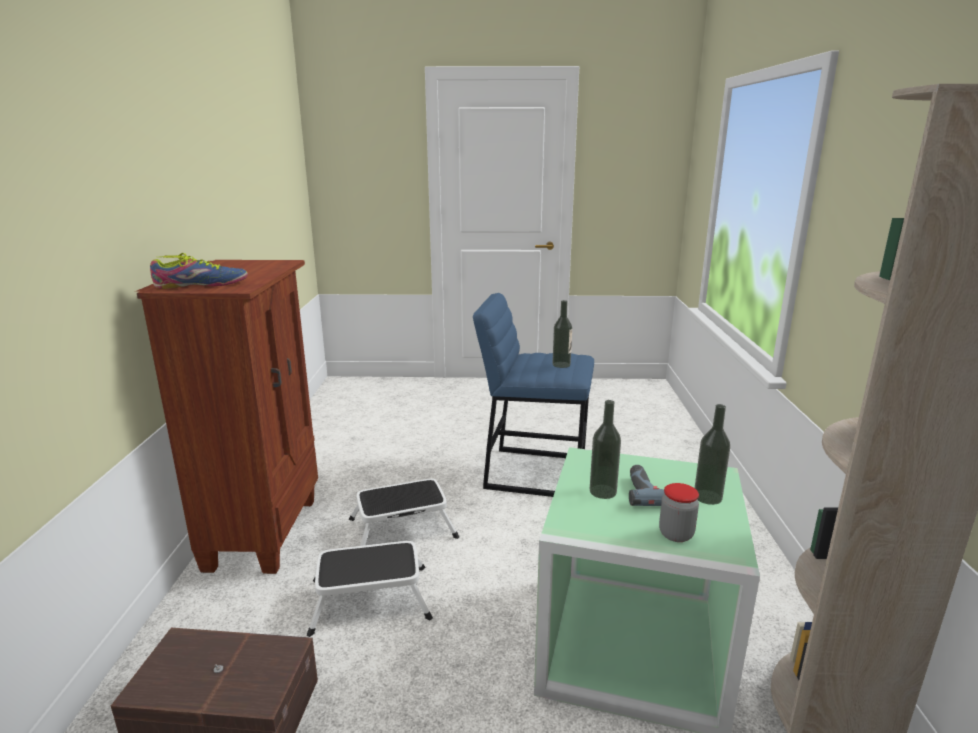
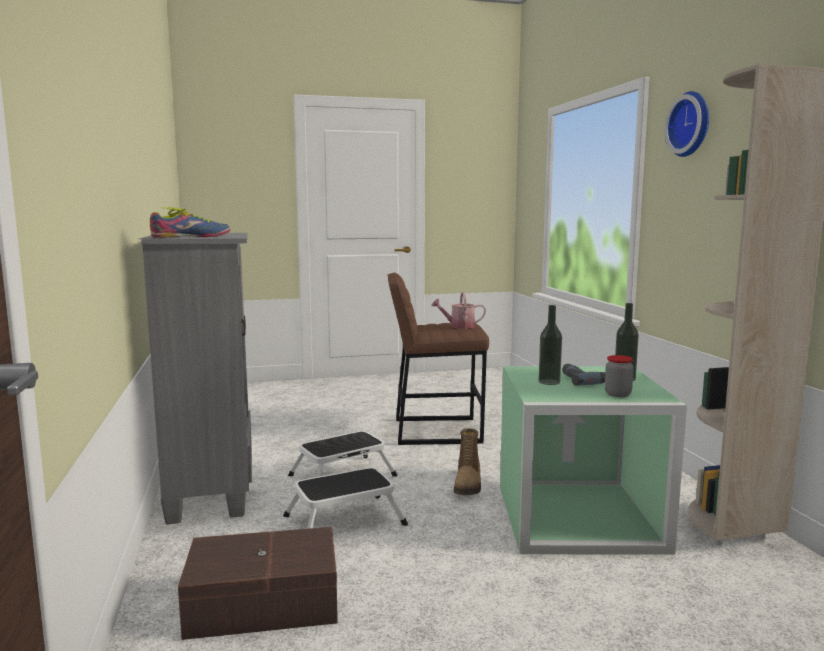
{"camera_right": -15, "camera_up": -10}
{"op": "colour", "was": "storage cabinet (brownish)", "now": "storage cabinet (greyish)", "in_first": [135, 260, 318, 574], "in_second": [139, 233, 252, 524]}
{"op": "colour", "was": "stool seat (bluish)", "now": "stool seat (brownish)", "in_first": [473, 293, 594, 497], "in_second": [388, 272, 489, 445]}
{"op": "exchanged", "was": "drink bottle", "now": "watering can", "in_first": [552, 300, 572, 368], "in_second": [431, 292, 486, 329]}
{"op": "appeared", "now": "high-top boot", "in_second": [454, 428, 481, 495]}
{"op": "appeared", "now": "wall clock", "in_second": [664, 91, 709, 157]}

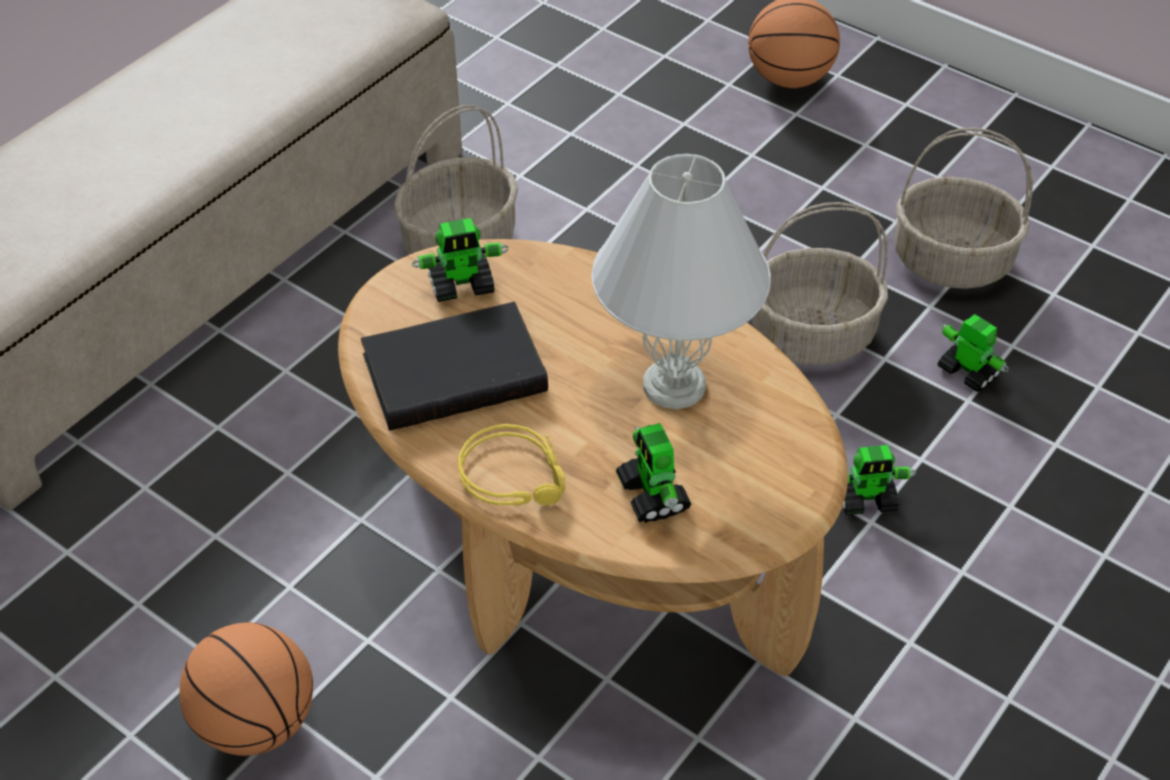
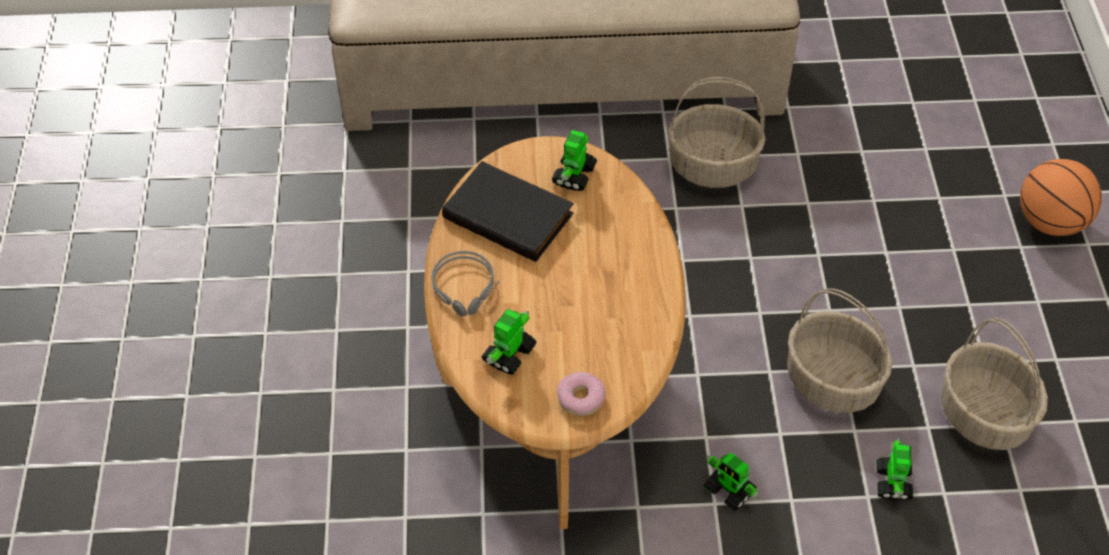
{"camera_right": 50, "camera_up": 5}
{"op": "missing", "was": "ball for basketball", "in_first": [179, 622, 313, 756]}
{"op": "spun", "was": "toy robot", "in_first": [412, 218, 509, 302], "in_second": [551, 130, 597, 191], "clockwise": 75}
{"op": "colour", "was": "headphones (yellow)", "now": "headphones (greyish)", "in_first": [458, 424, 566, 506], "in_second": [432, 251, 499, 317]}
{"op": "missing", "was": "table lamp (white)", "in_first": [592, 154, 771, 409]}
{"op": "appeared", "now": "doughnut", "in_second": [557, 372, 606, 416]}

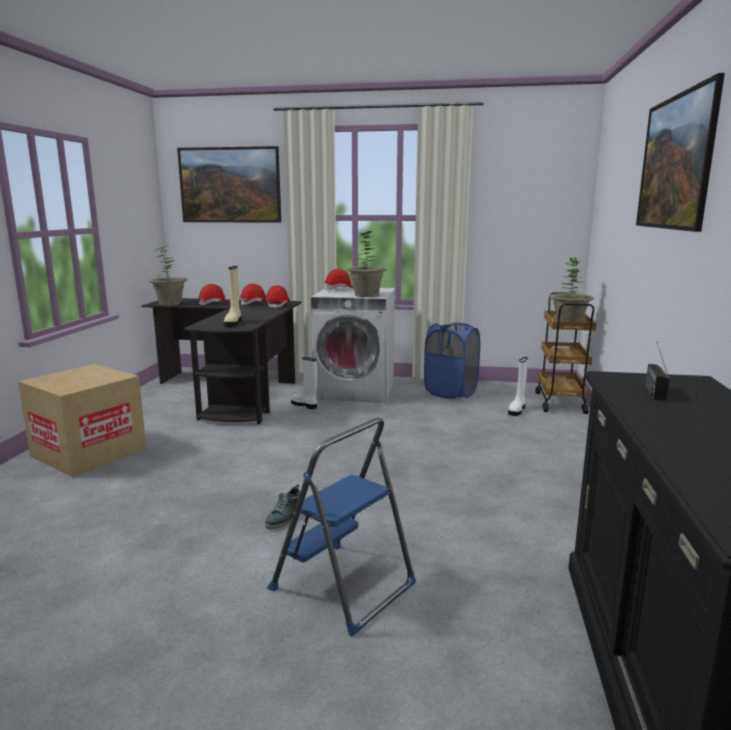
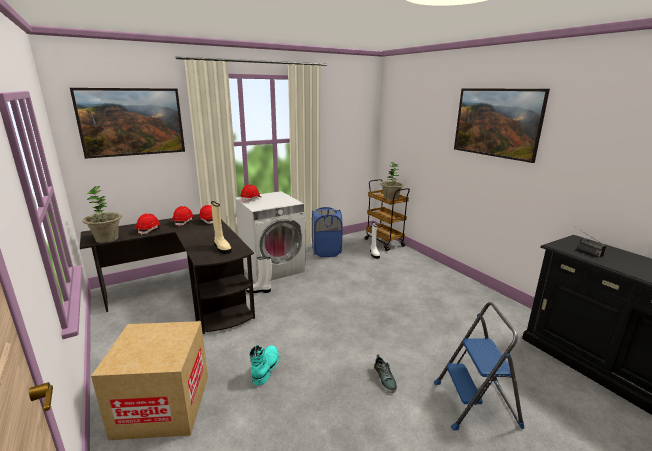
{"camera_right": -40, "camera_up": 5}
{"op": "missing", "was": "plant in a pot", "in_first": [347, 231, 387, 297]}
{"op": "appeared", "now": "high-top boot (turquoise)", "in_second": [249, 345, 279, 385]}

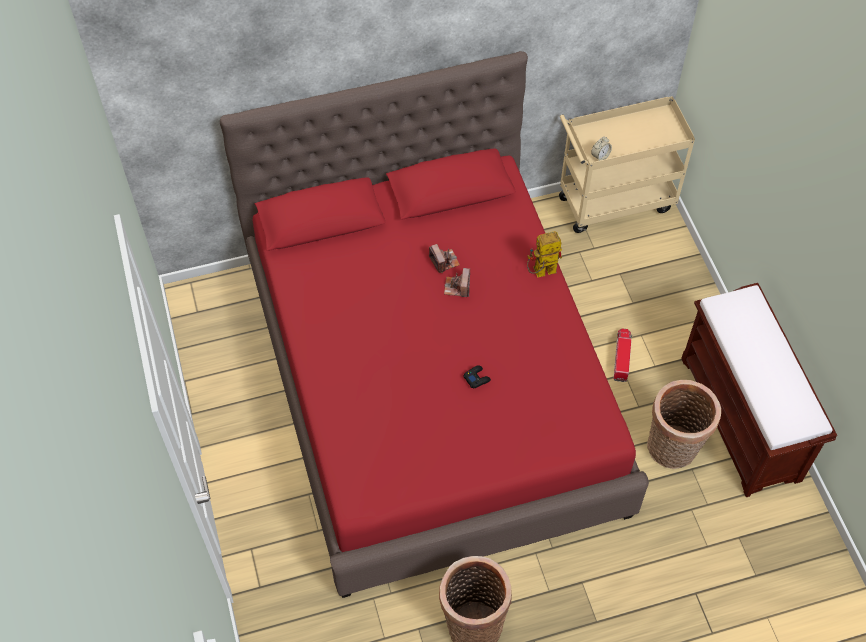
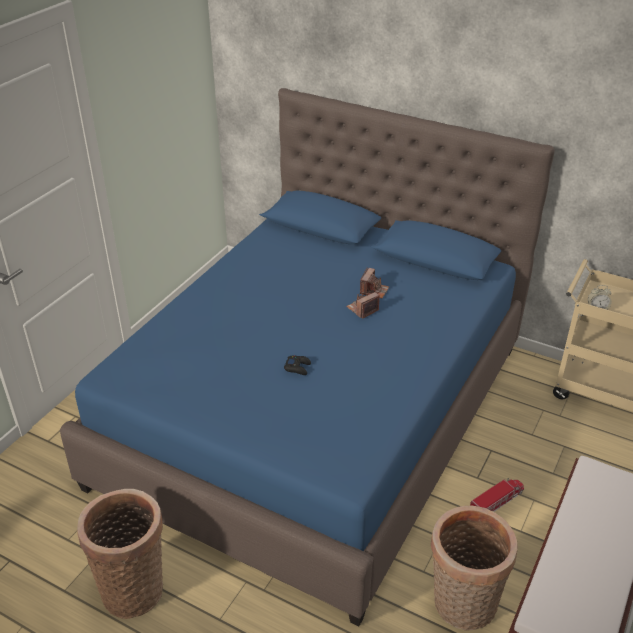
{"camera_right": 45, "camera_up": -20}
{"op": "colour", "was": "bed (red)", "now": "bed (bluish)", "in_first": [220, 51, 649, 598], "in_second": [60, 88, 555, 627]}
{"op": "missing", "was": "toy robot", "in_first": [527, 231, 562, 278]}

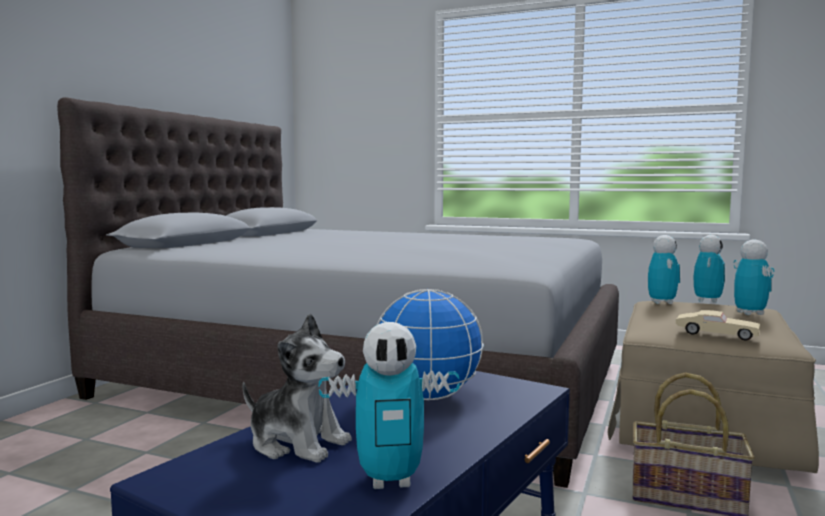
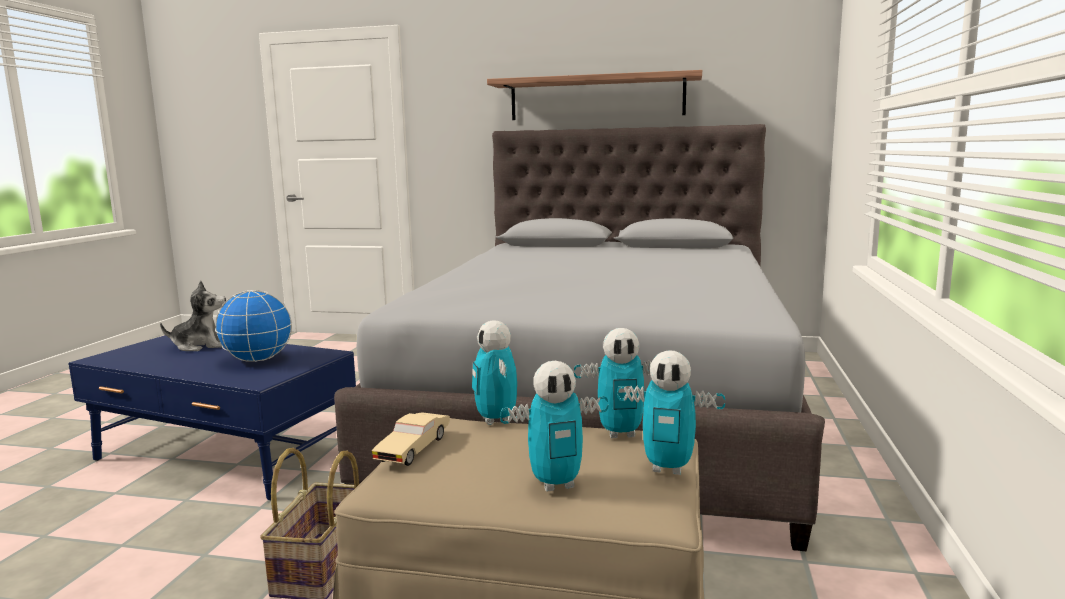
{"camera_right": 80, "camera_up": 5}
{"op": "spun", "was": "soft toy", "in_first": [243, 313, 352, 463], "in_second": [160, 281, 226, 351], "clockwise": -120}
{"op": "relocated", "was": "toy robot", "in_first": [319, 322, 460, 489], "in_second": [472, 320, 517, 425]}
{"op": "appeared", "now": "bracket shelf", "in_second": [487, 70, 702, 120]}

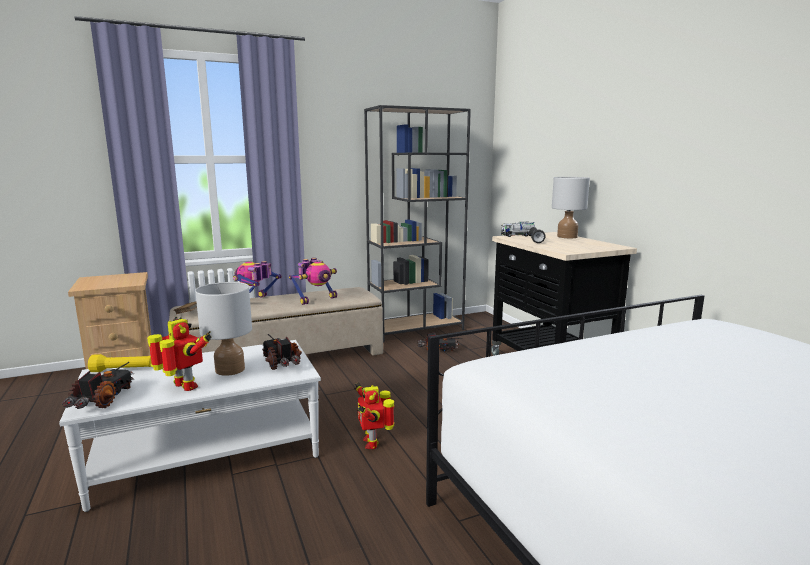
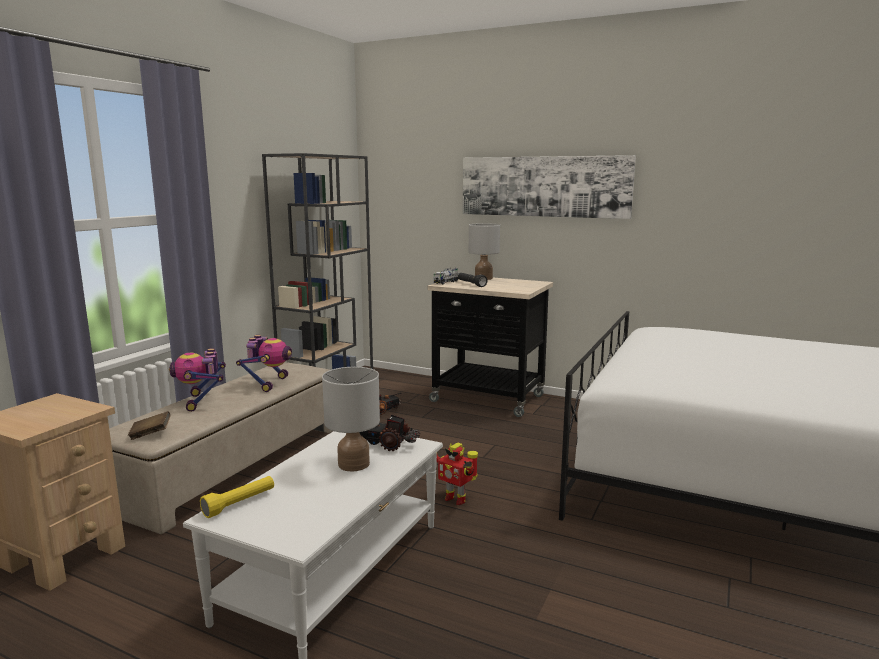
{"camera_right": -40, "camera_up": 0}
{"op": "missing", "was": "model truck", "in_first": [62, 362, 134, 409]}
{"op": "missing", "was": "toy robot", "in_first": [147, 316, 212, 391]}
{"op": "appeared", "now": "wall picture", "in_second": [463, 155, 636, 219]}

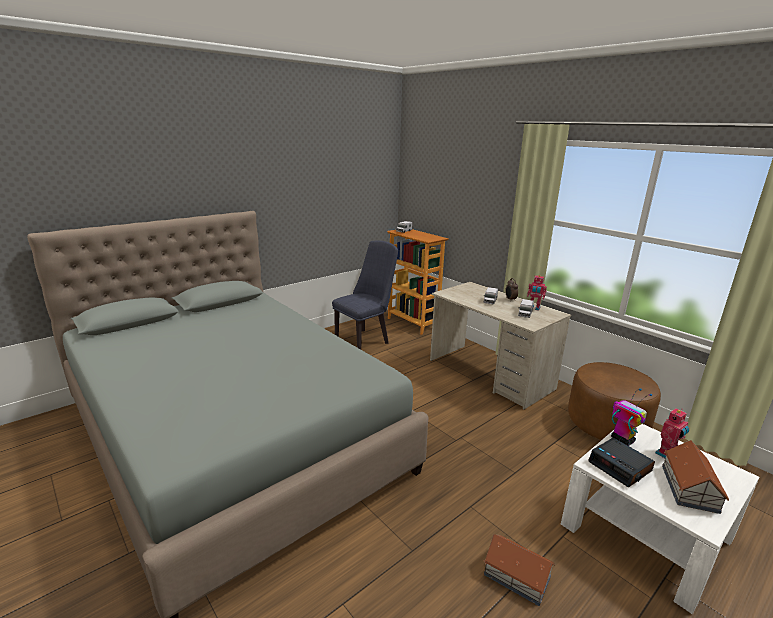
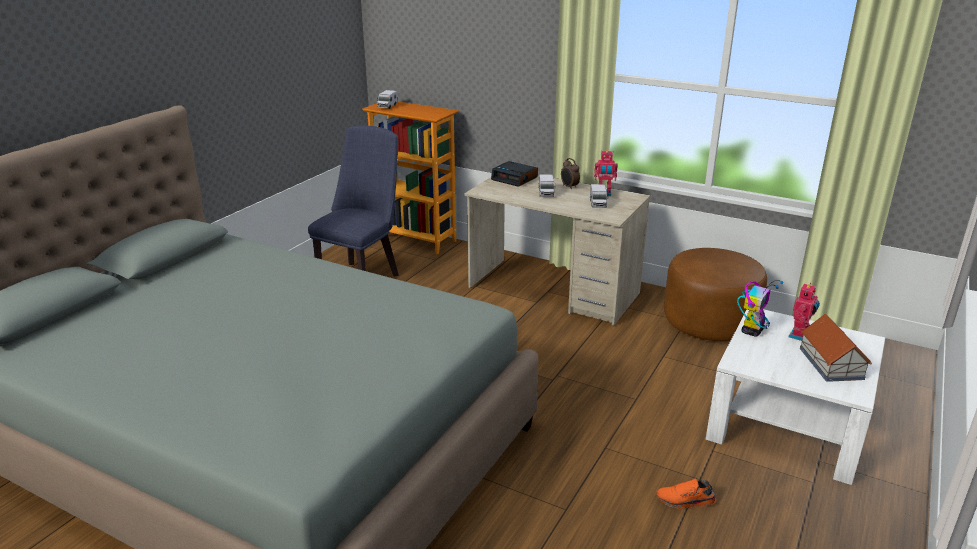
{"camera_right": -20, "camera_up": 5}
{"op": "exchanged", "was": "miniature house", "now": "item of footwear (orange-coloured)", "in_first": [483, 534, 555, 606], "in_second": [656, 478, 716, 509]}
{"op": "relocated", "was": "alarm clock", "in_first": [588, 437, 655, 487], "in_second": [491, 161, 538, 187]}
{"op": "spun", "was": "toy robot", "in_first": [611, 388, 652, 446], "in_second": [737, 280, 784, 336], "clockwise": 90}

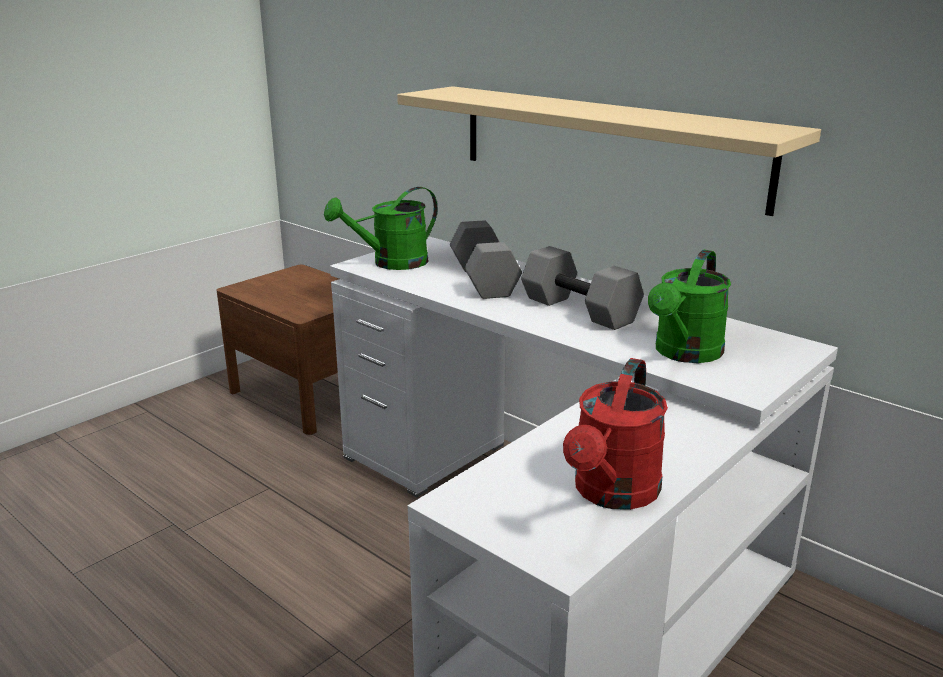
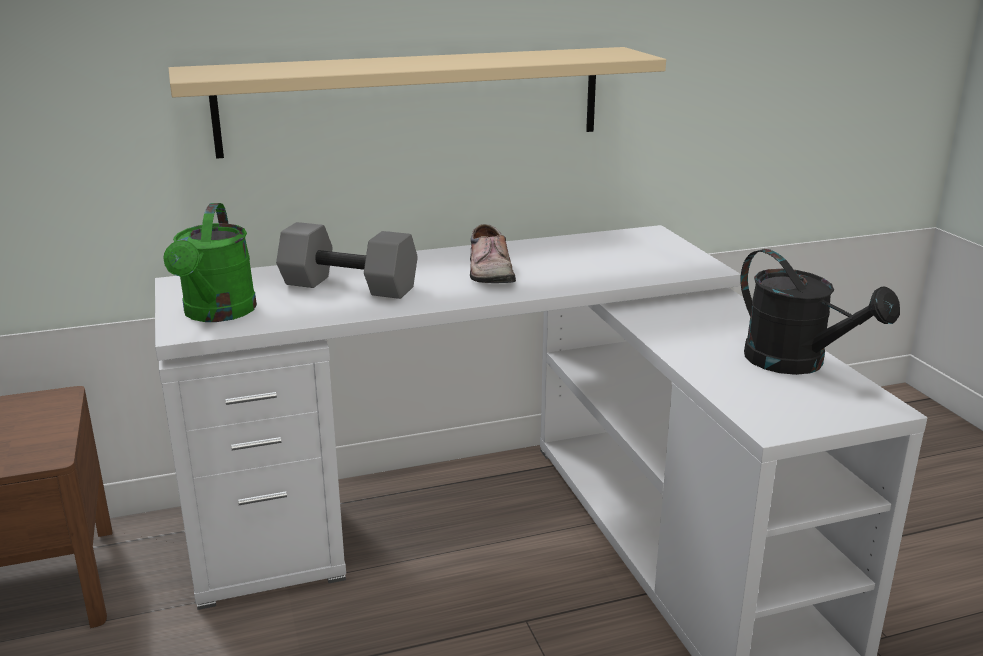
{"camera_right": -60, "camera_up": 0}
{"op": "exchanged", "was": "free weight (greyish)", "now": "item of footwear", "in_first": [521, 246, 644, 330], "in_second": [470, 224, 516, 283]}
{"op": "colour", "was": "watering can (red)", "now": "watering can (black)", "in_first": [563, 358, 668, 510], "in_second": [740, 249, 900, 375]}
{"op": "missing", "was": "watering can (green-coloured)", "in_first": [648, 250, 731, 363]}

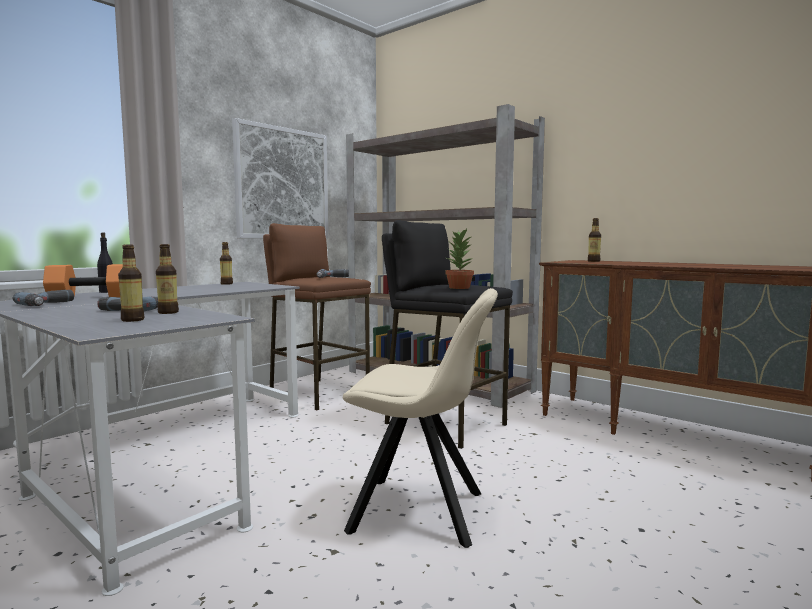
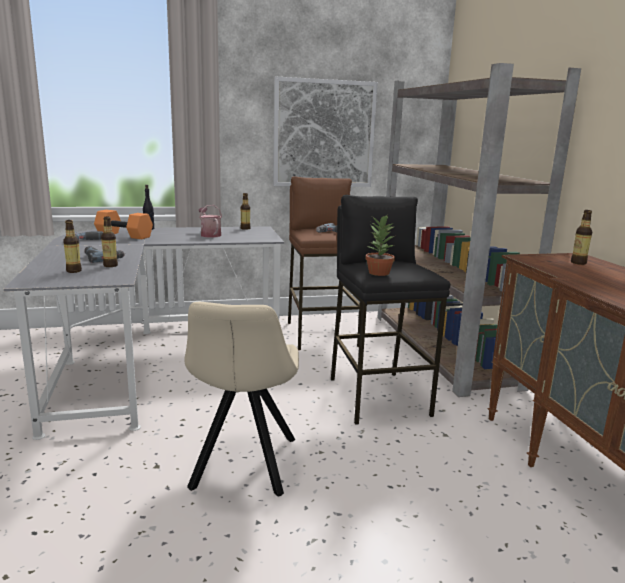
{"camera_right": 35, "camera_up": 10}
{"op": "spun", "was": "plain chair (beige)", "in_first": [343, 288, 498, 548], "in_second": [184, 302, 299, 497], "clockwise": 45}
{"op": "appeared", "now": "watering can", "in_second": [199, 205, 222, 238]}

